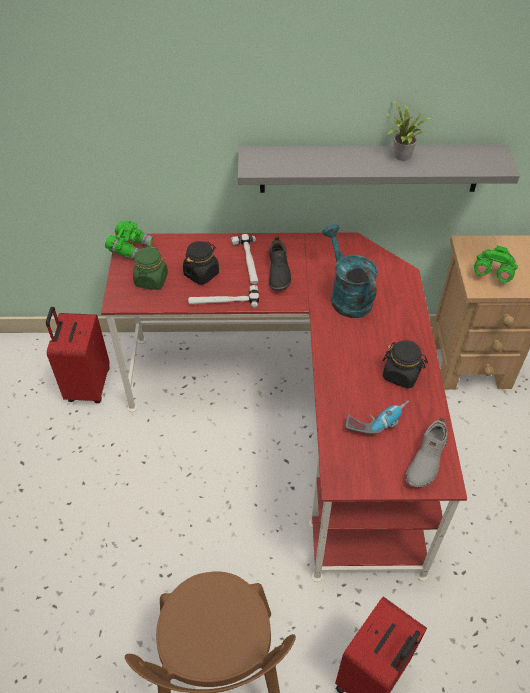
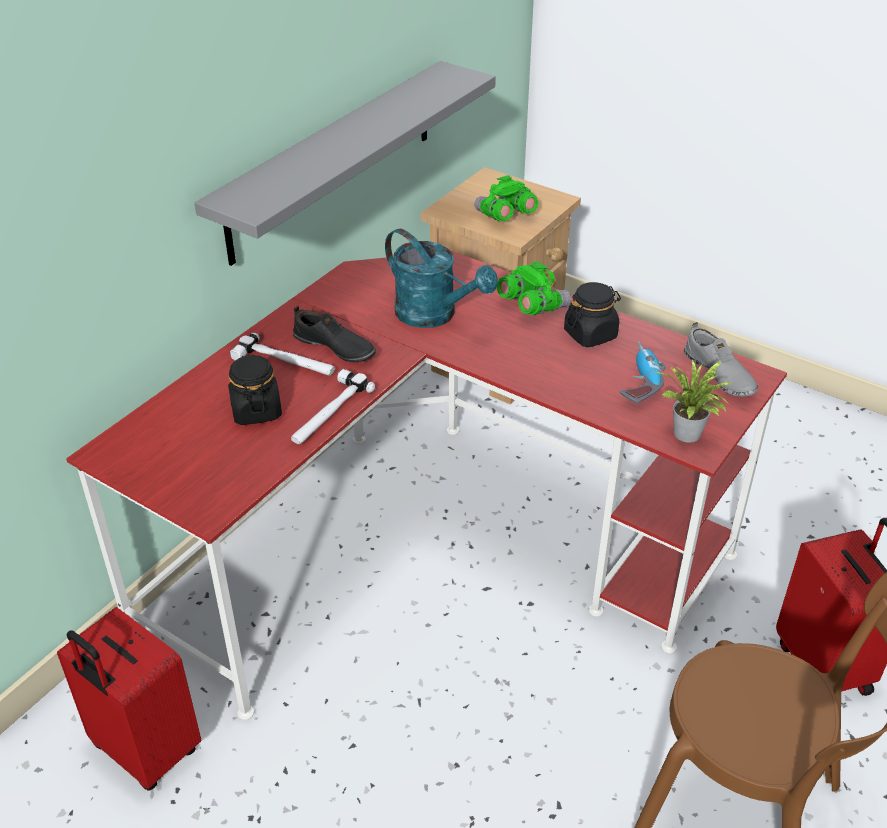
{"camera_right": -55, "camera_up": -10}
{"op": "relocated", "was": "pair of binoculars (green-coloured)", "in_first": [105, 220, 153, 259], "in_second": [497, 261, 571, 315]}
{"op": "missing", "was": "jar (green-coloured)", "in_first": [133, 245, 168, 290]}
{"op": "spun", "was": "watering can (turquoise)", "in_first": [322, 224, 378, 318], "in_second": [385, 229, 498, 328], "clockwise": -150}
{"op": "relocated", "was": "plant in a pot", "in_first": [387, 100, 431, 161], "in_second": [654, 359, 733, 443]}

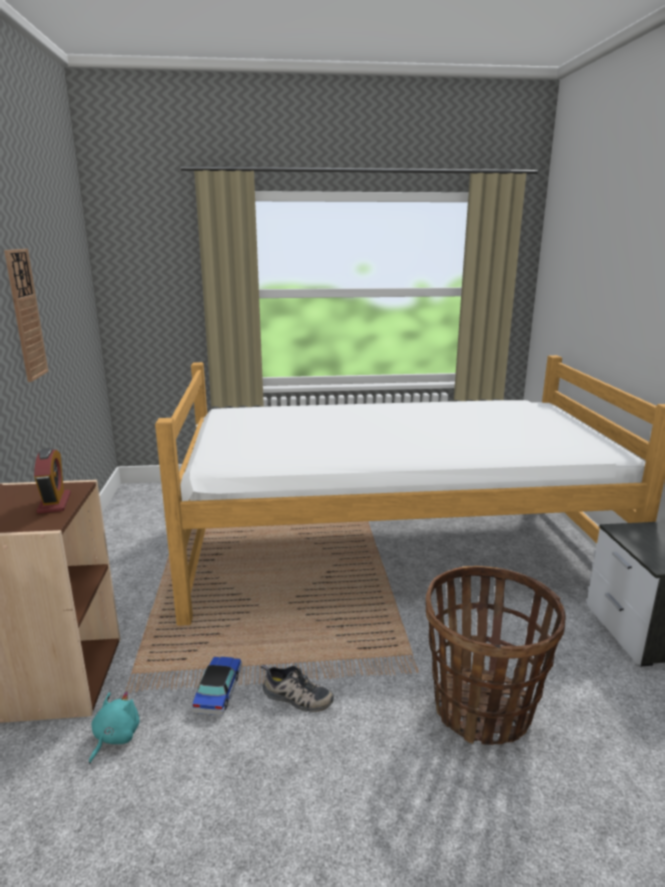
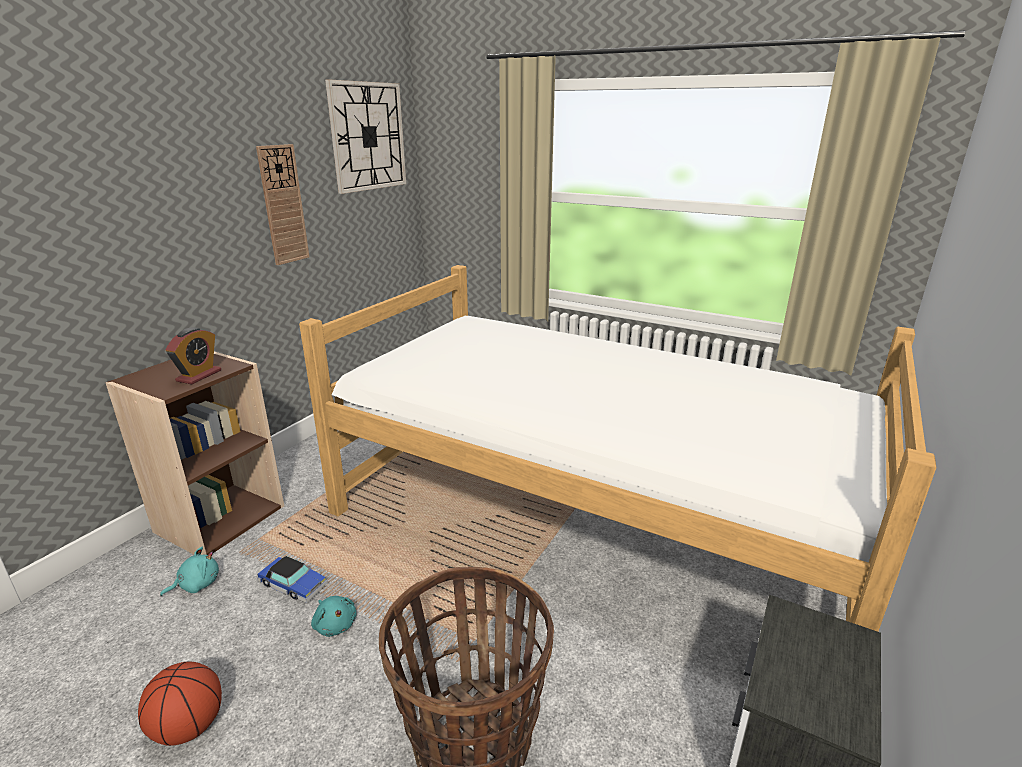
{"camera_right": 35, "camera_up": 5}
{"op": "spun", "was": "miniature car", "in_first": [192, 657, 242, 715], "in_second": [257, 556, 328, 603], "clockwise": 75}
{"op": "exchanged", "was": "item of footwear", "now": "soft toy (turquoise)", "in_first": [261, 665, 334, 712], "in_second": [311, 596, 357, 637]}
{"op": "appeared", "now": "ball for basketball", "in_second": [138, 662, 222, 746]}
{"op": "appeared", "now": "wall clock", "in_second": [325, 79, 406, 194]}

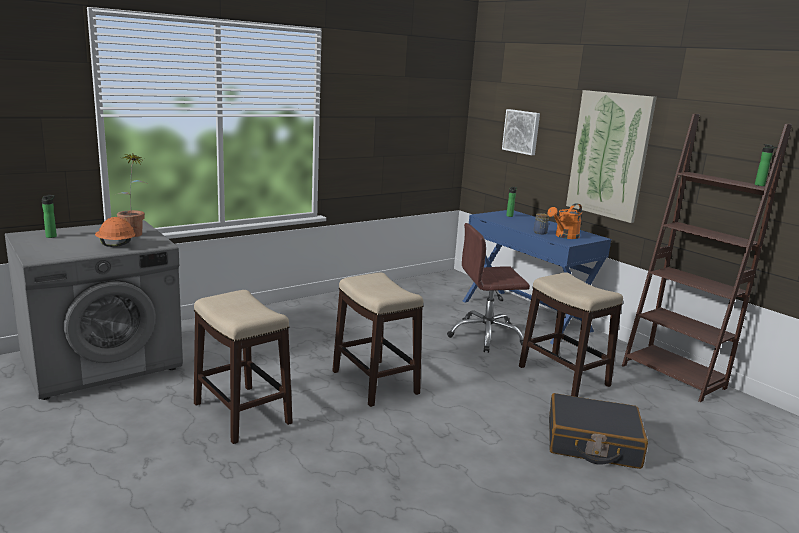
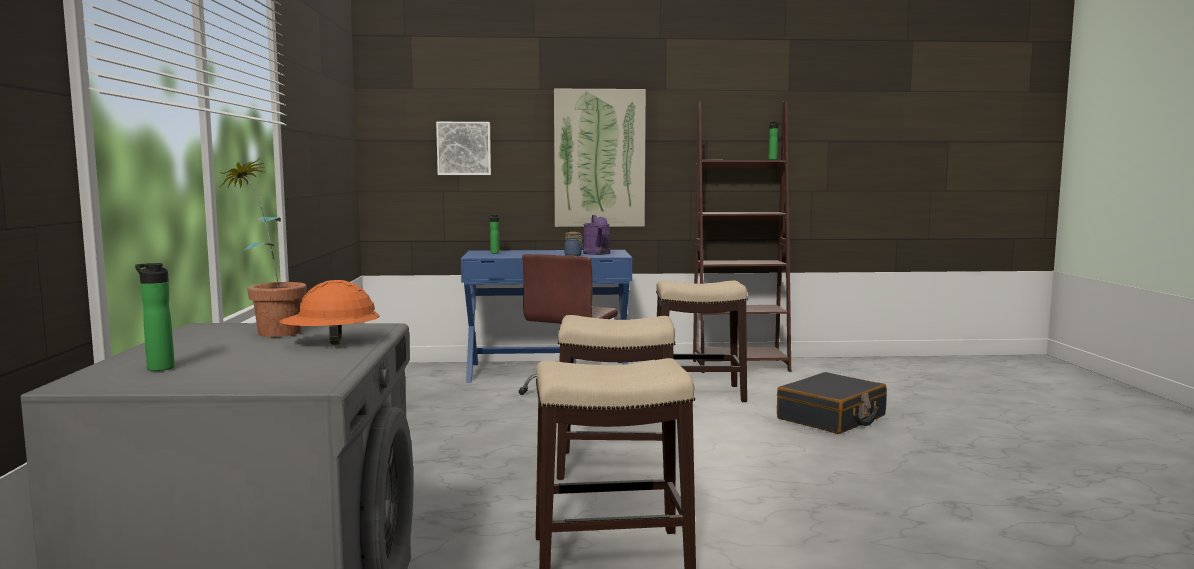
{"camera_right": -55, "camera_up": -10}
{"op": "colour", "was": "watering can (orange-coloured)", "now": "watering can (purple-coloured)", "in_first": [548, 203, 582, 239], "in_second": [583, 215, 610, 255]}

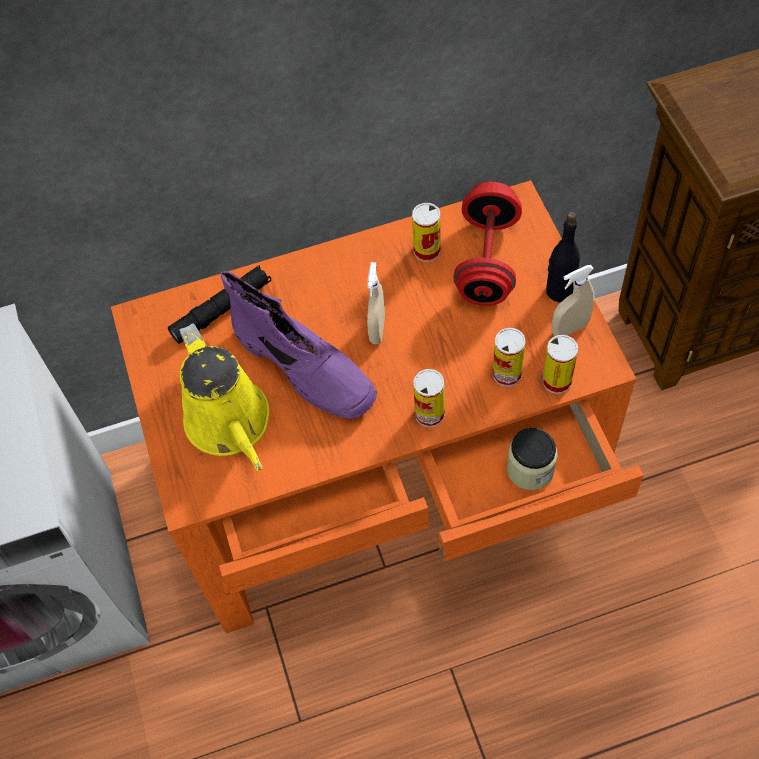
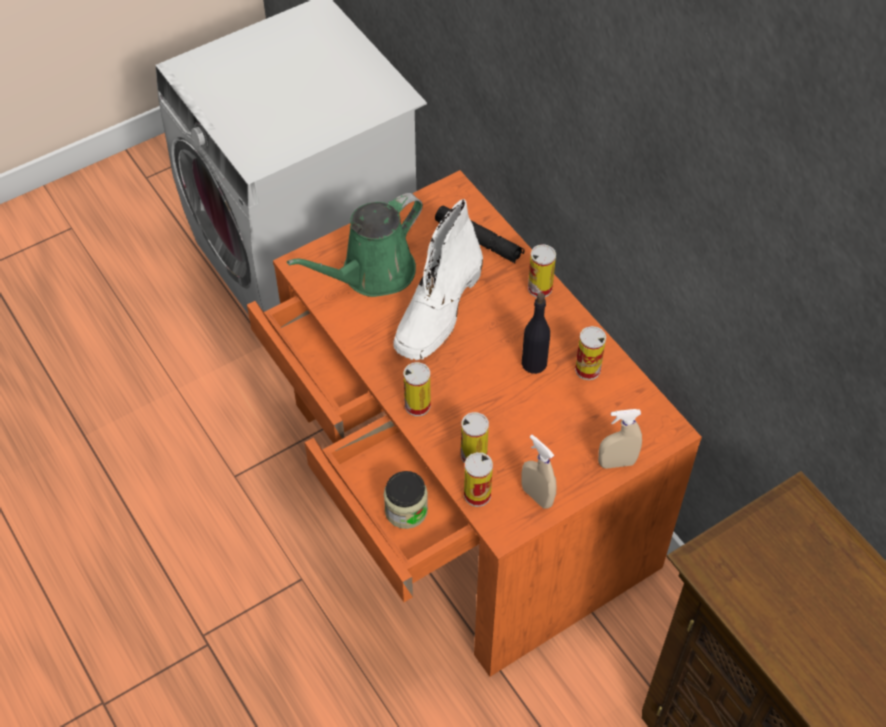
{"camera_right": 70, "camera_up": -5}
{"op": "colour", "was": "watering can (yellow)", "now": "watering can (green-coloured)", "in_first": [179, 323, 269, 471], "in_second": [287, 193, 423, 297]}
{"op": "colour", "was": "high-top boot (purple-coloured)", "now": "high-top boot (white)", "in_first": [221, 271, 377, 419], "in_second": [393, 199, 483, 360]}
{"op": "relocated", "was": "spray bottle (beige)", "in_first": [367, 262, 385, 344], "in_second": [598, 409, 642, 469]}
{"op": "missing", "was": "free weight (red)", "in_first": [453, 182, 522, 306]}
{"op": "relocated", "was": "drink bottle (black)", "in_first": [546, 212, 580, 302], "in_second": [522, 292, 550, 374]}
{"op": "appeared", "now": "can", "in_second": [528, 244, 556, 297]}

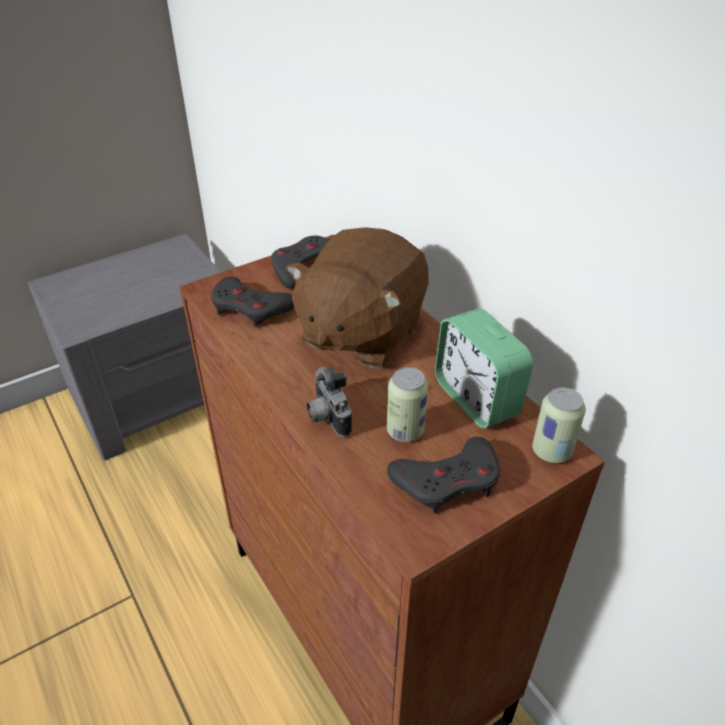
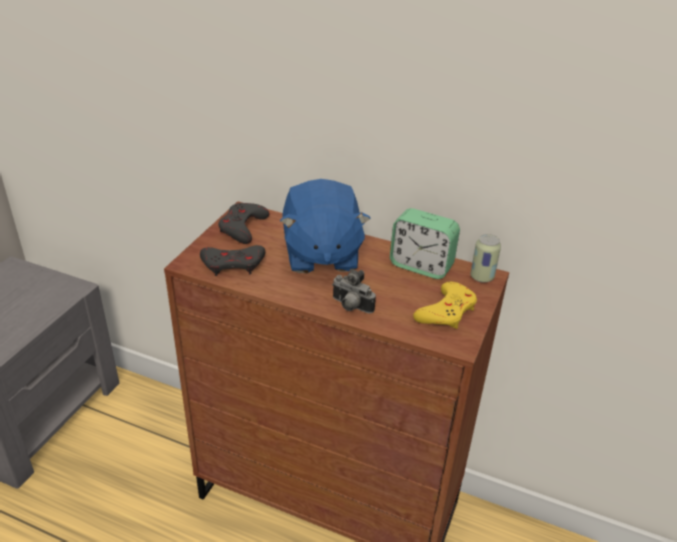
{"camera_right": -35, "camera_up": -5}
{"op": "colour", "was": "soft toy (brownish)", "now": "soft toy (bluish)", "in_first": [286, 227, 429, 368], "in_second": [280, 179, 371, 273]}
{"op": "missing", "was": "can", "in_first": [387, 367, 428, 442]}
{"op": "colour", "was": "joypad (greyish)", "now": "joypad (yellow)", "in_first": [387, 437, 500, 513], "in_second": [413, 282, 477, 329]}

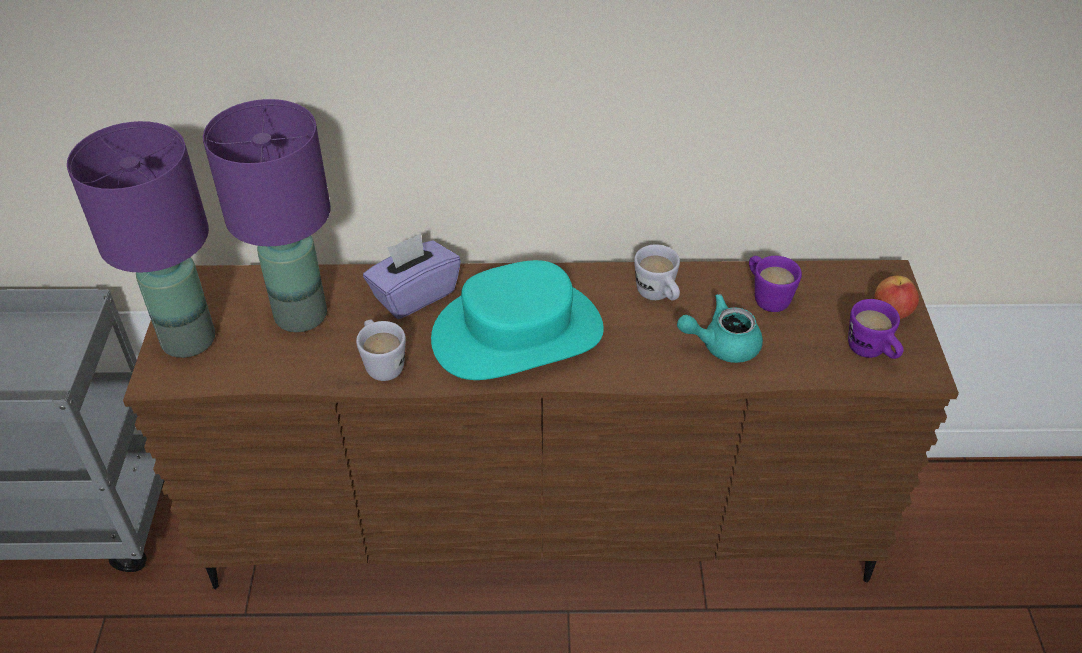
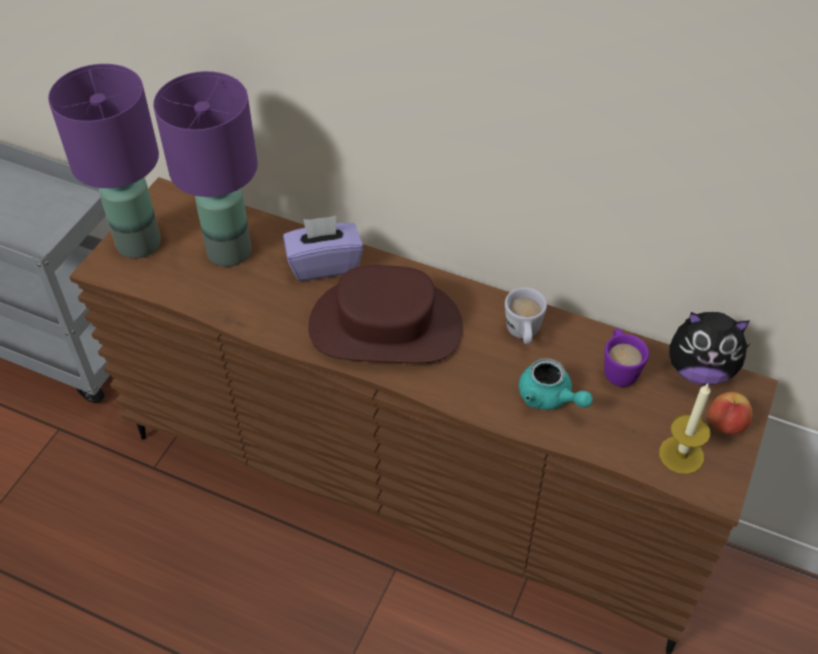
{"camera_right": 25, "camera_up": 5}
{"op": "missing", "was": "tea mug (white)", "in_first": [356, 320, 406, 381]}
{"op": "colour", "was": "wearable hat (turquoise)", "now": "wearable hat (brownish)", "in_first": [431, 260, 604, 380], "in_second": [308, 265, 463, 363]}
{"op": "spun", "was": "tea pot (turquoise)", "in_first": [677, 294, 763, 363], "in_second": [519, 358, 593, 410], "clockwise": -150}
{"op": "exchanged", "was": "tea mug (purple-coloured)", "now": "wax candle", "in_first": [848, 299, 904, 359], "in_second": [659, 383, 710, 474]}
{"op": "appeared", "now": "soft toy", "in_second": [669, 312, 751, 385]}

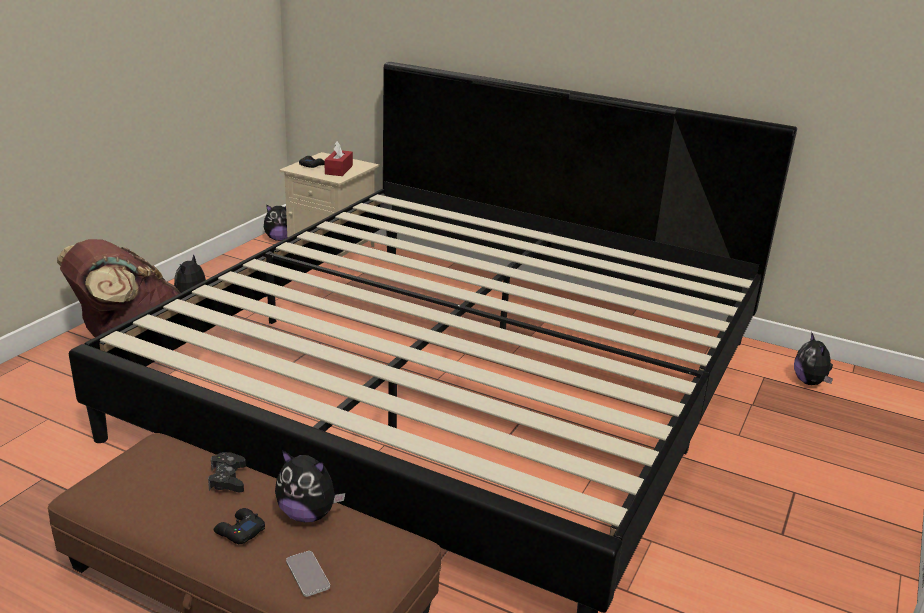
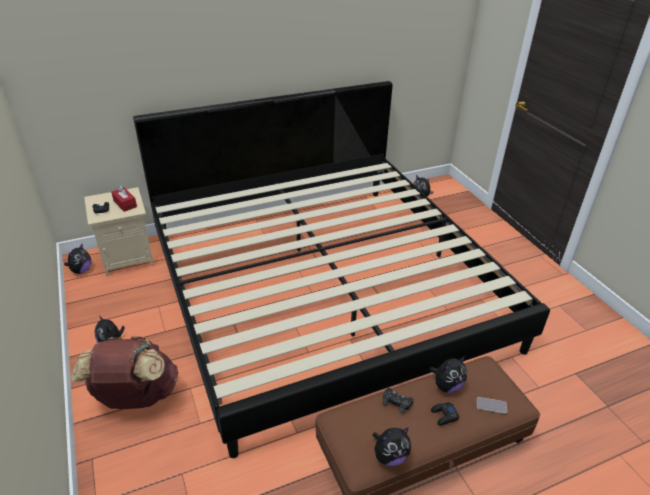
{"camera_right": -50, "camera_up": 10}
{"op": "appeared", "now": "soft toy", "in_second": [372, 428, 411, 466]}

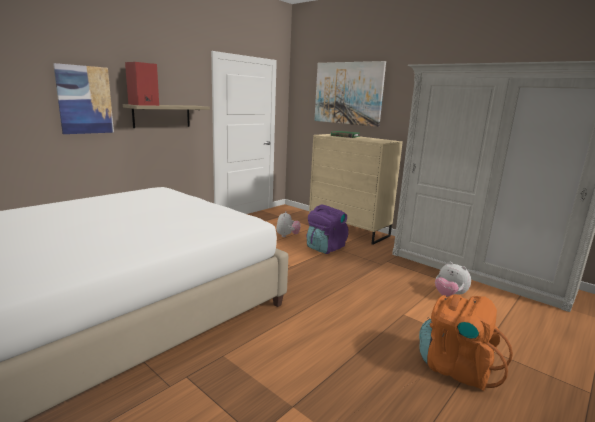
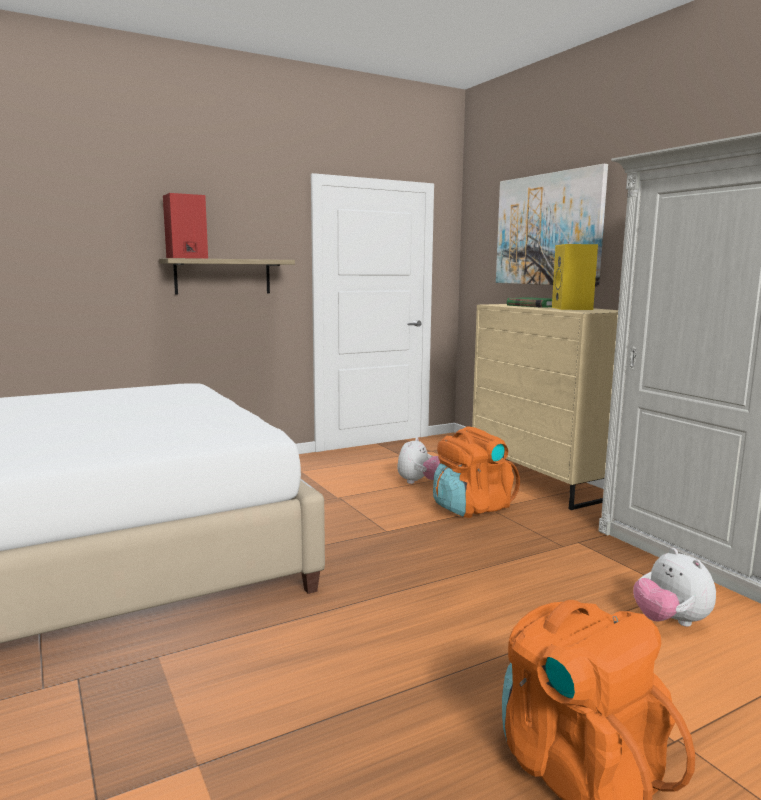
{"camera_right": 20, "camera_up": -5}
{"op": "missing", "was": "wall picture", "in_first": [53, 63, 114, 134]}
{"op": "colour", "was": "rucksack (purple-coloured)", "now": "rucksack (orange-coloured)", "in_first": [306, 205, 349, 254], "in_second": [433, 426, 520, 518]}
{"op": "appeared", "now": "audio speaker (yellow)", "in_second": [552, 244, 598, 310]}

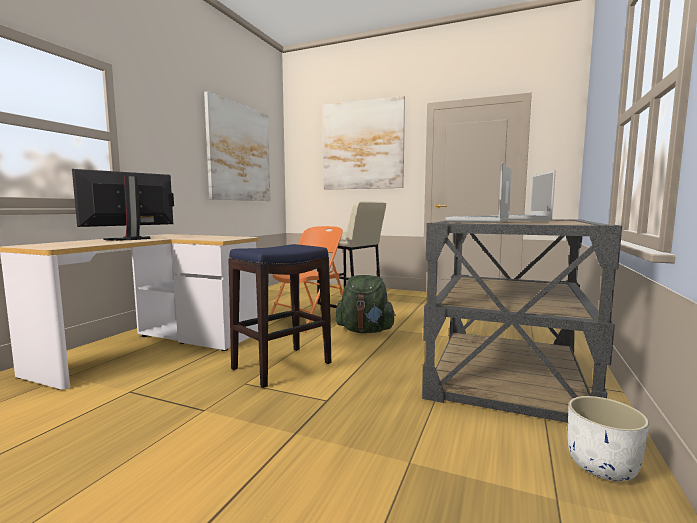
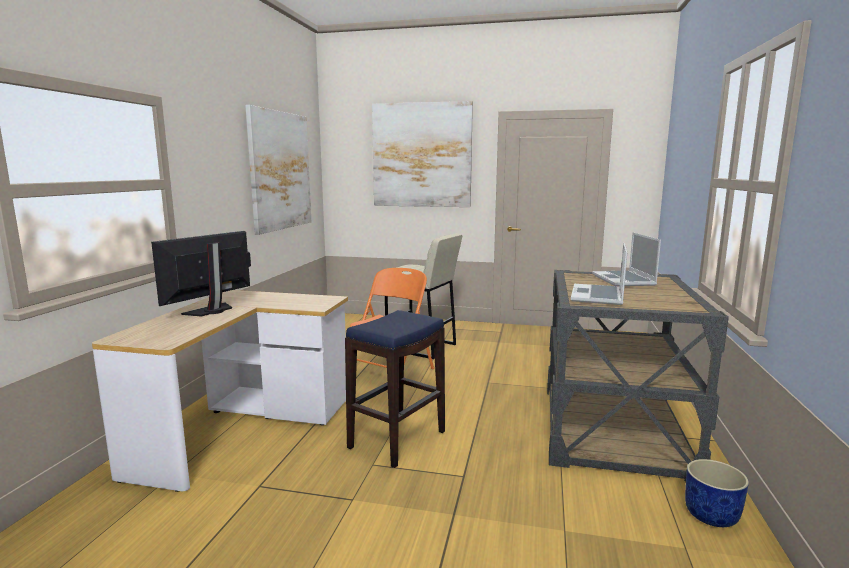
{"camera_right": -10, "camera_up": 5}
{"op": "missing", "was": "rucksack (green-coloured)", "in_first": [336, 275, 396, 333]}
{"op": "colour", "was": "flower pot (white)", "now": "flower pot (bluish)", "in_first": [568, 396, 649, 481], "in_second": [685, 459, 749, 527]}

